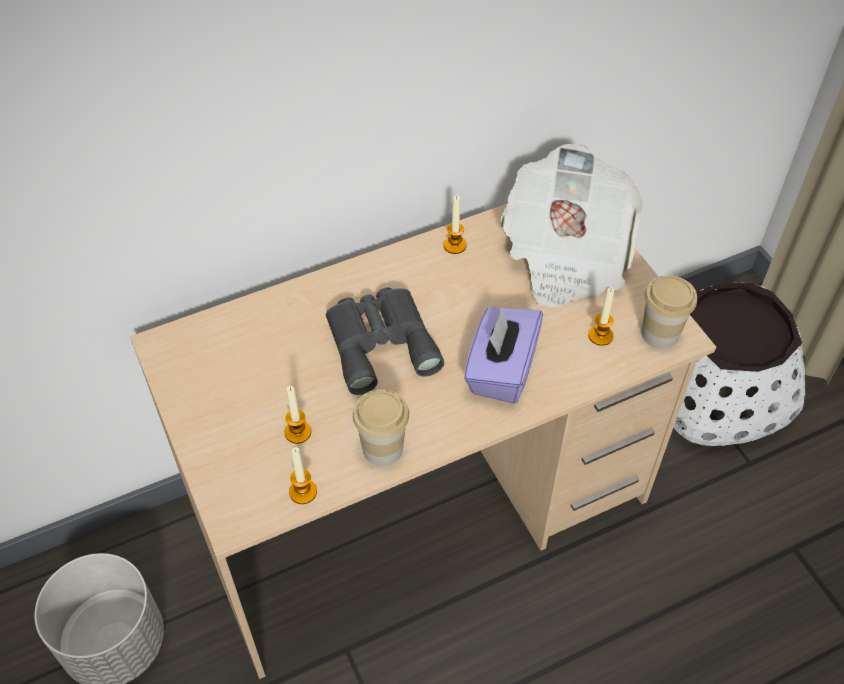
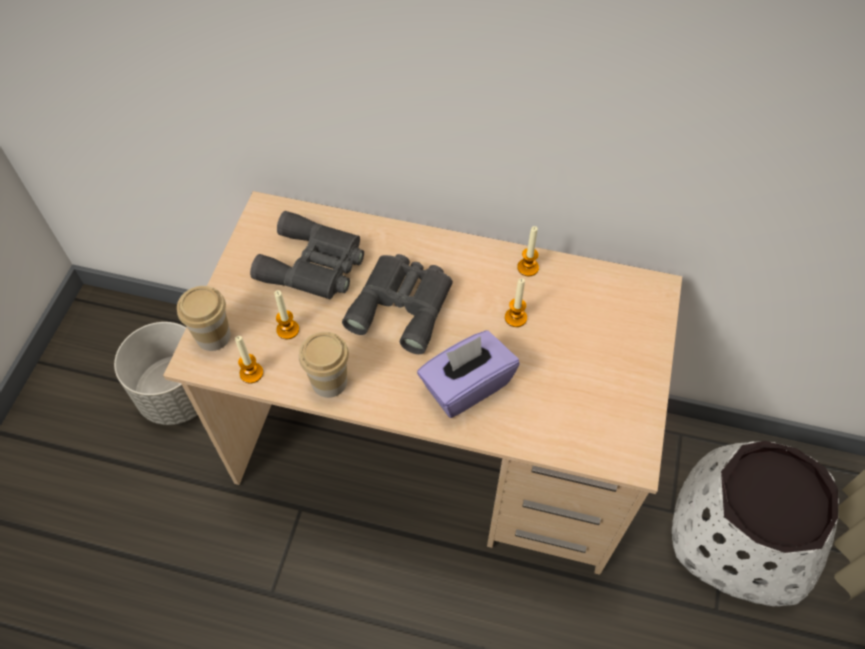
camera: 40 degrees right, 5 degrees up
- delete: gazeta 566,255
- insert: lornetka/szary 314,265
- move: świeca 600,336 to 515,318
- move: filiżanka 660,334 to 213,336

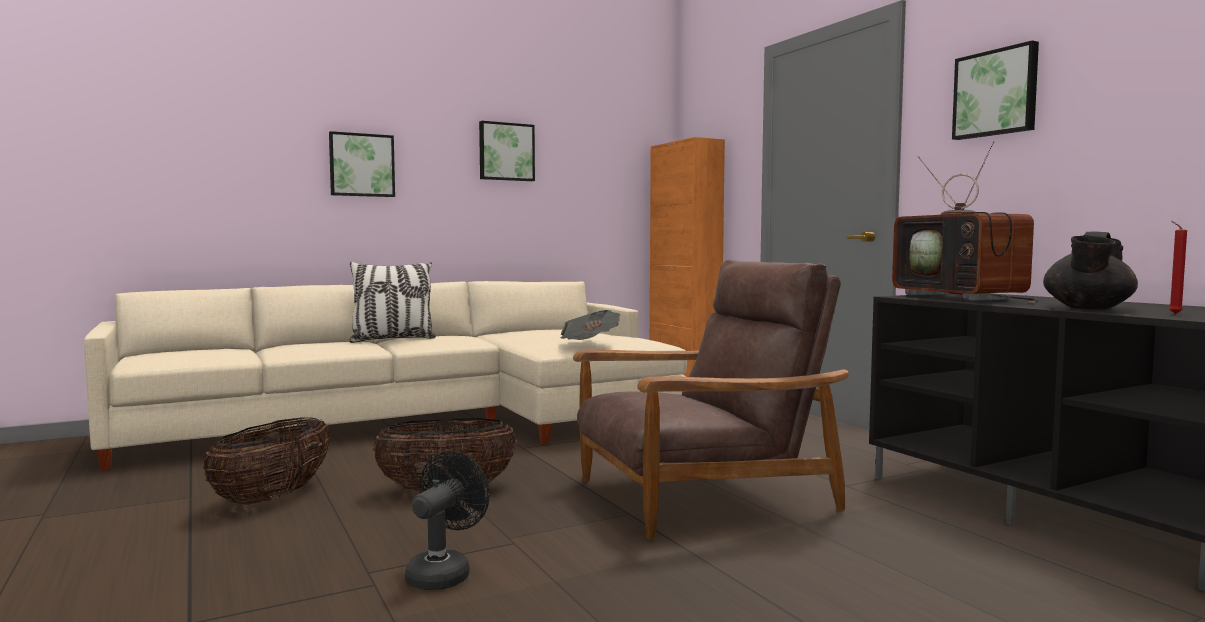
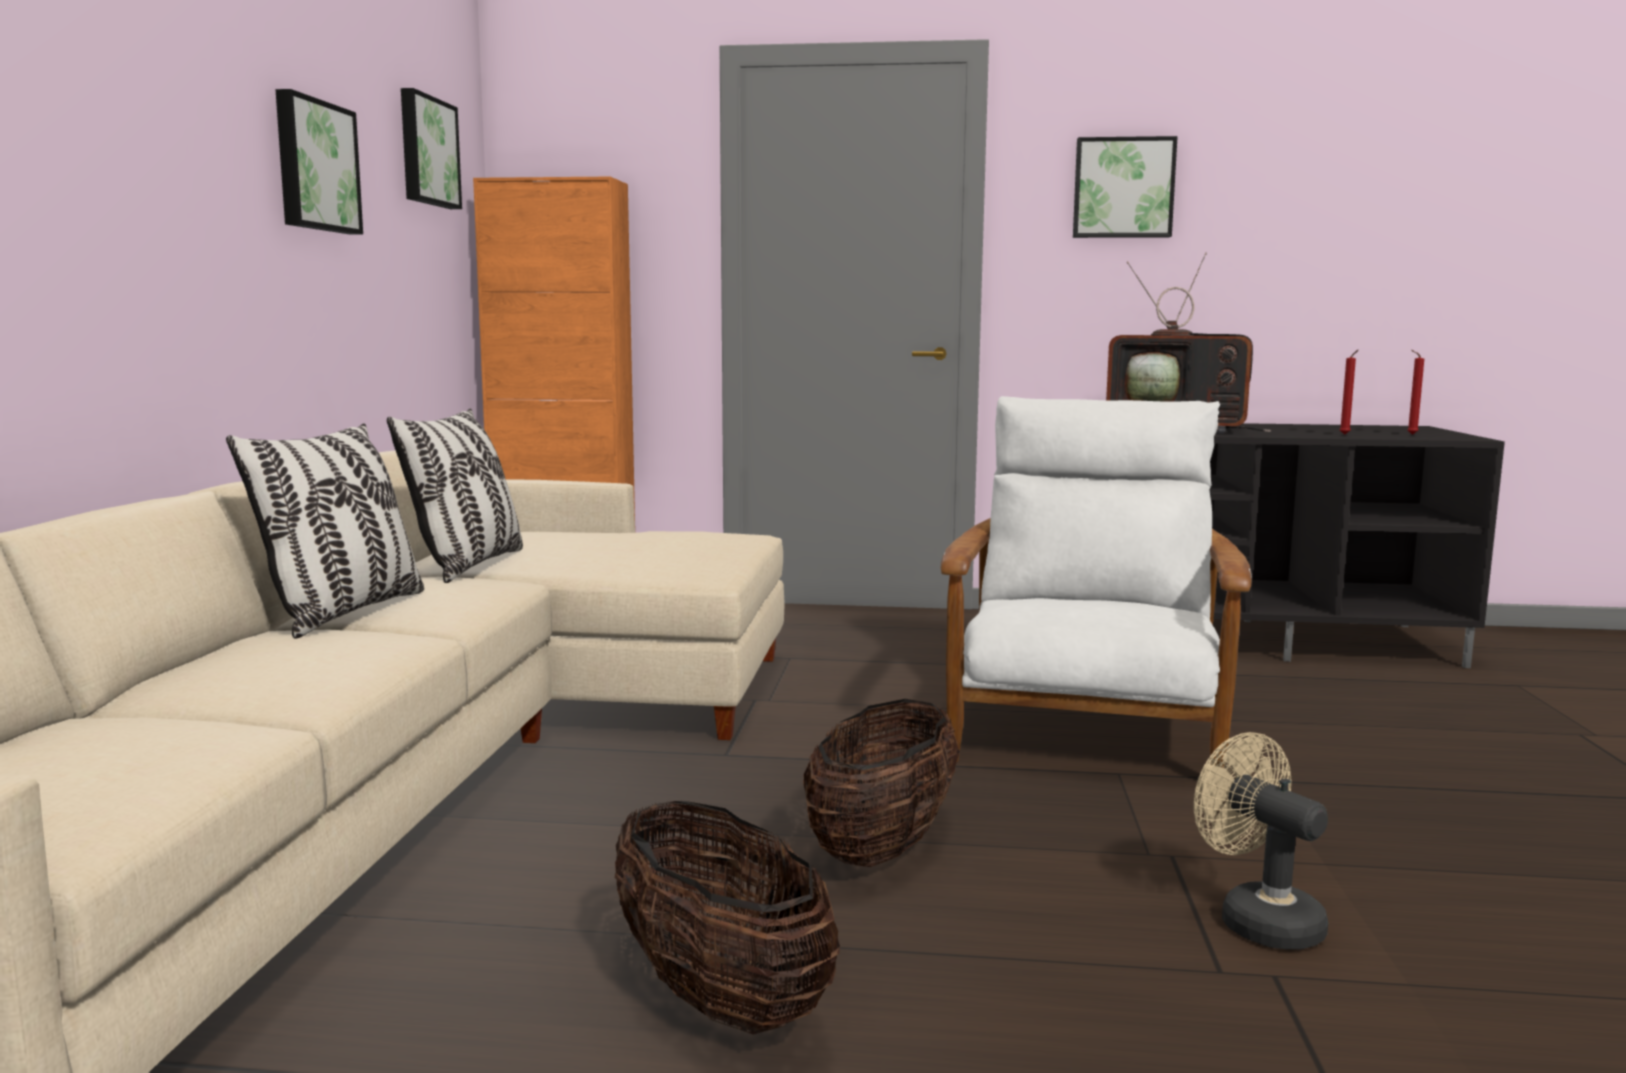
camera: 55 degrees left, 5 degrees up
- delete: gazeta 590,343
- insert: poduszka 467,566
- move: obraz 361,165 to 426,151
- replace: imbryk/czarny 1087,309 to świeca/czerwony 1345,434
- recolor: wentylator/czarny 444,572 to wentylator/beżowy 1257,919
- recolor: fotel/brązowy 701,495 to fotel/biały 1086,726

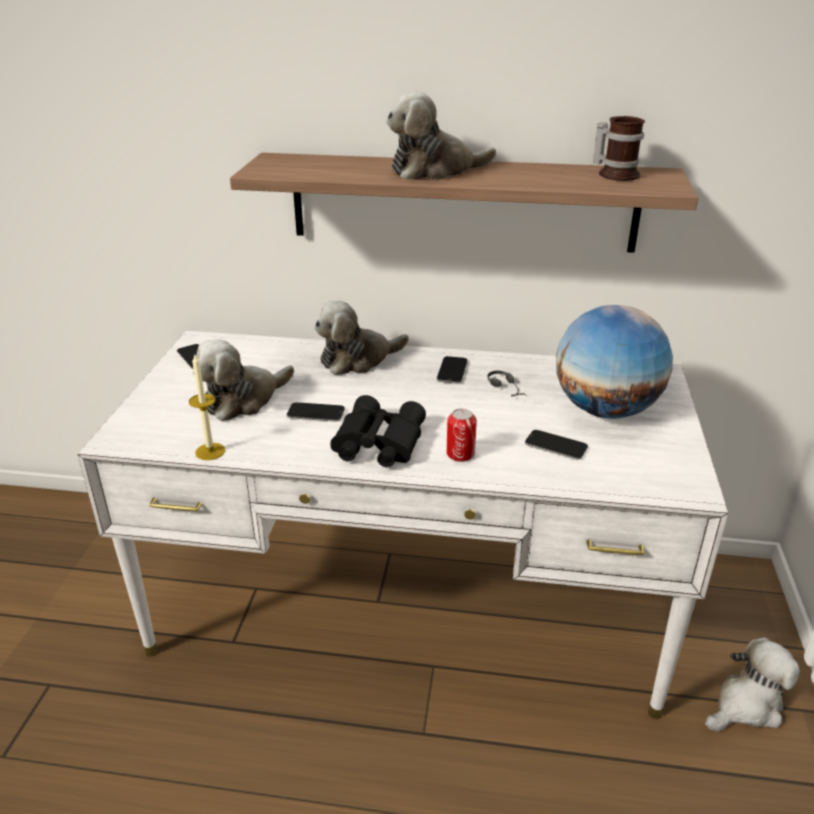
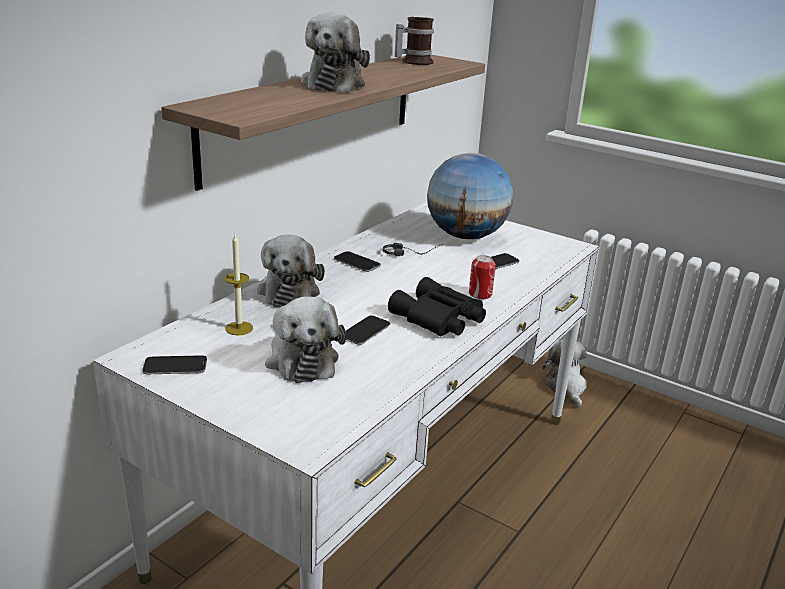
camera: 65 degrees left, 5 degrees down
- move: świeca 210,451 to 239,328

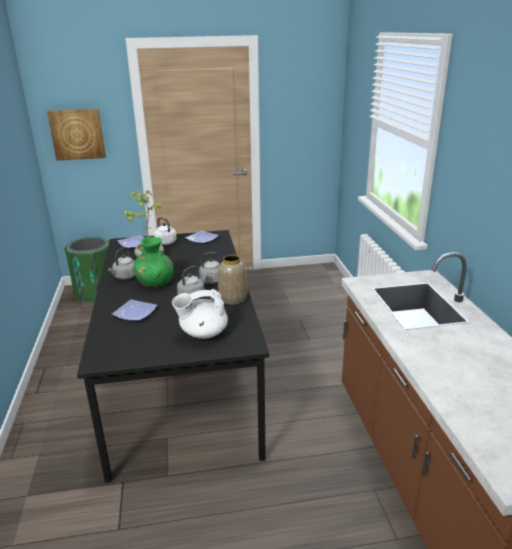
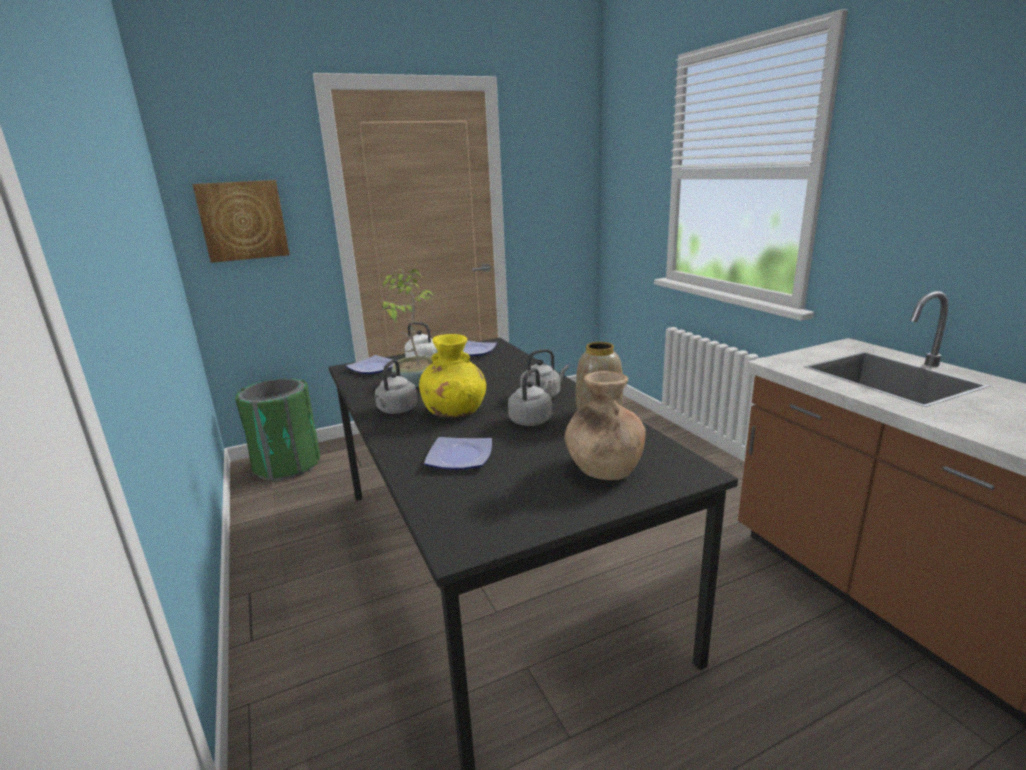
camera: 15 degrees left, 5 degrees down
- replace: imbryk/biały 203,333 to wazon/brązowy 603,468
- recolor: wazon/zielony 155,283 to wazon/żółty 455,411

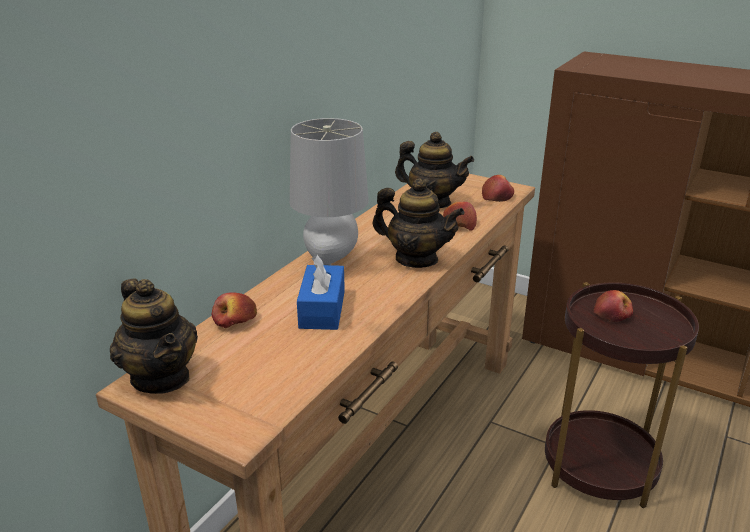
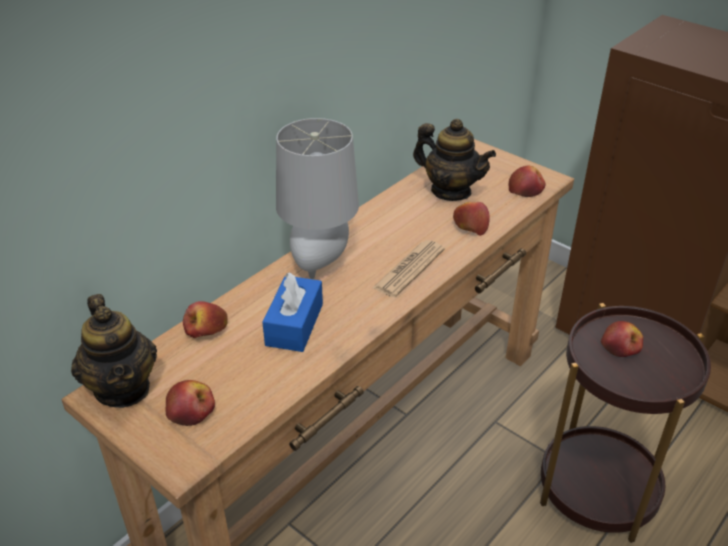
camera: 10 degrees right, 10 degrees up
- insert: jabłko 191,410
- replace: imbryk 416,259 to gazeta 409,269

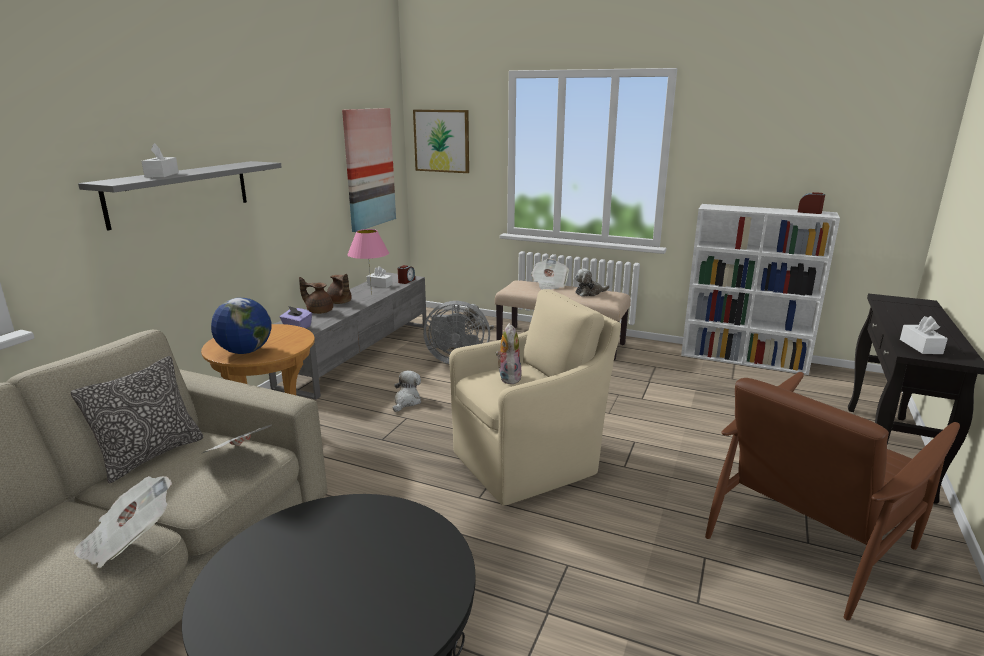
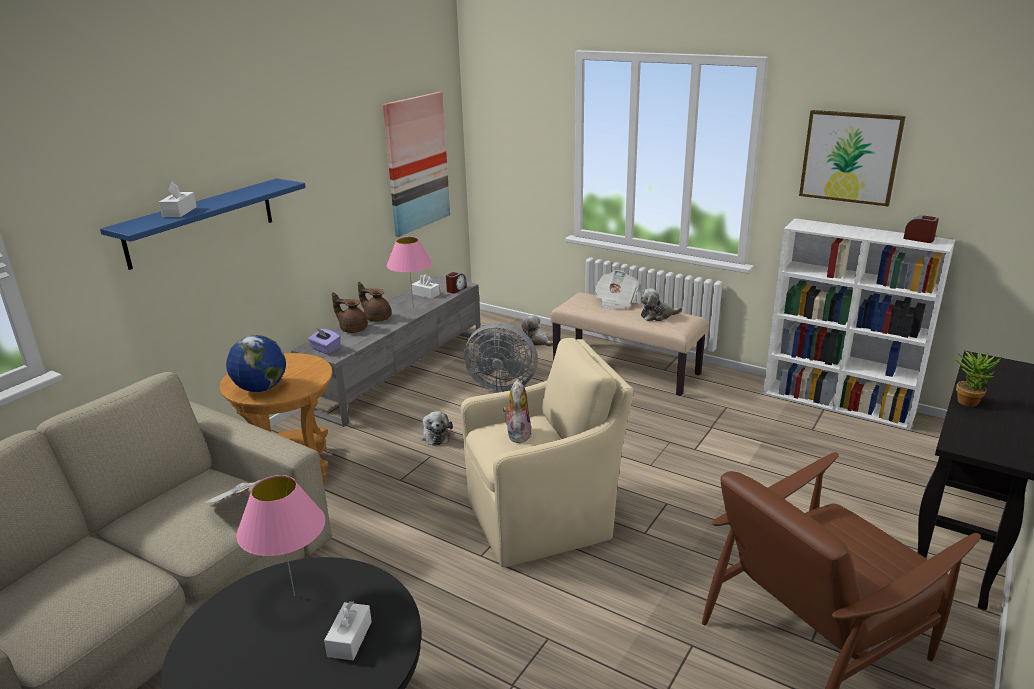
camera: 10 degrees right, 5 degrees up
- delete: poduszka 151,455
- delete: gazeta 128,540
- insert: lampa stołowa/różowy 294,596
- insert: roślina doniczkowa 969,400
- move: obraz 442,141 to 850,157
- move: pudełko chusteczek/biały 920,346 to 350,639
- recolor: półka/szary 180,192 to półka/niebieski 201,222
- rotate: imbryk/brązowy 340,302 = 377,318 150 degrees clockwise
- rotate: pluszak 406,402 = 435,436 135 degrees clockwise

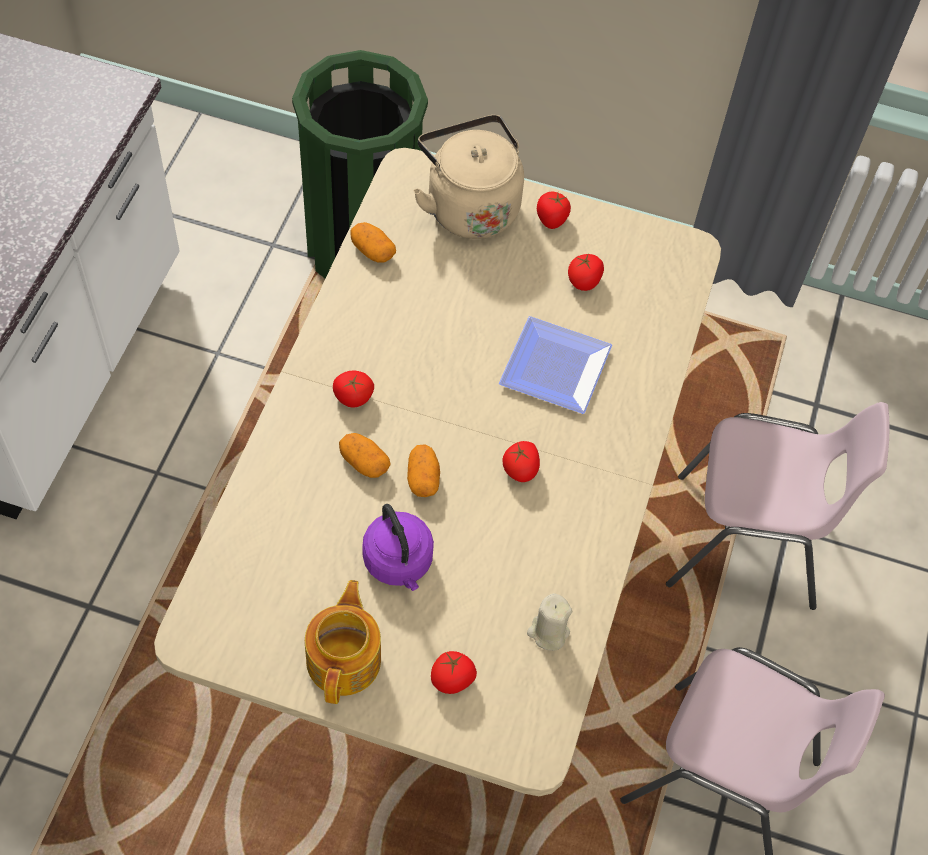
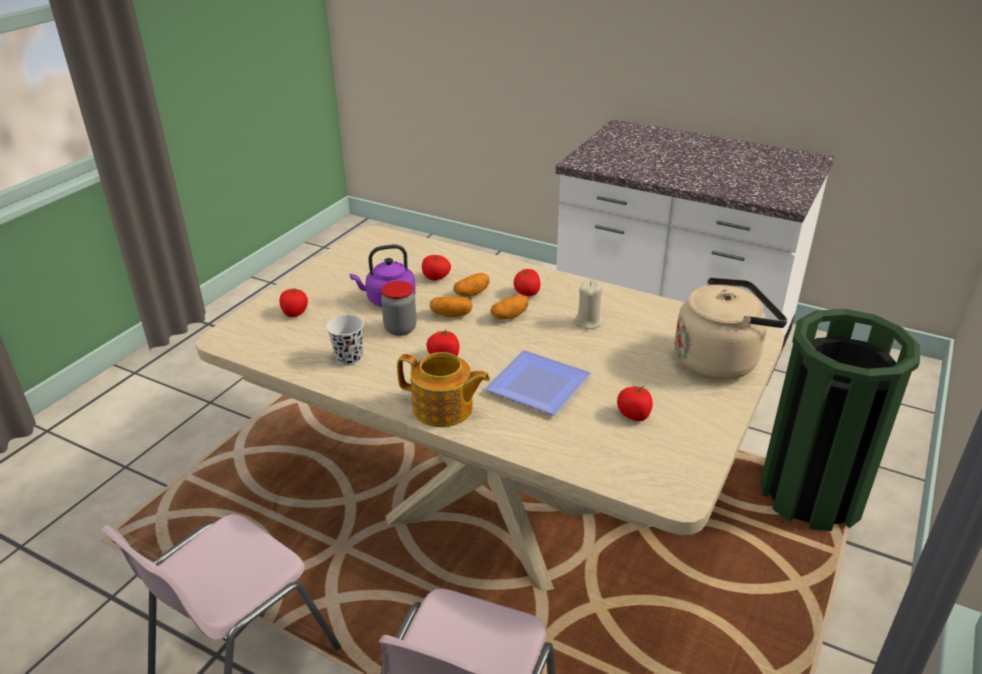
camera: 105 degrees right, 25 degrees down
- insert: filiżanka/biały 349,358
- insert: słoik 400,329
- move: imbryk 345,658 to 444,409
- move: ziemniak 372,251 to 509,316
- move: świeca/beżowy 548,632 to 588,322
- move: pomidor 551,219 to 436,277

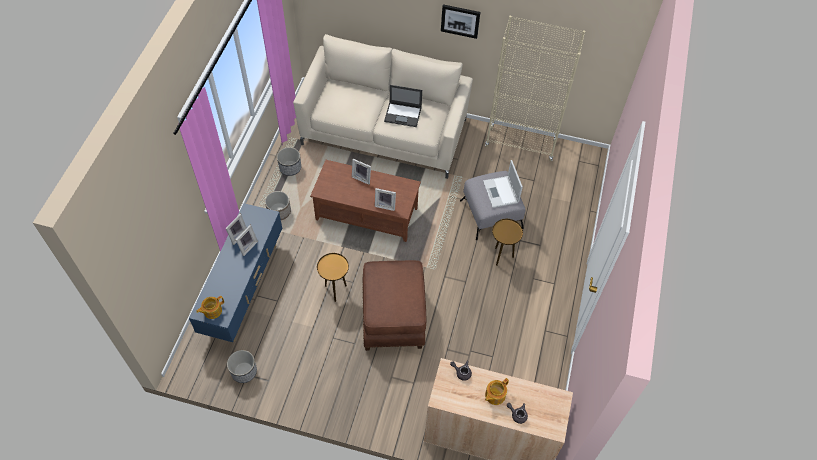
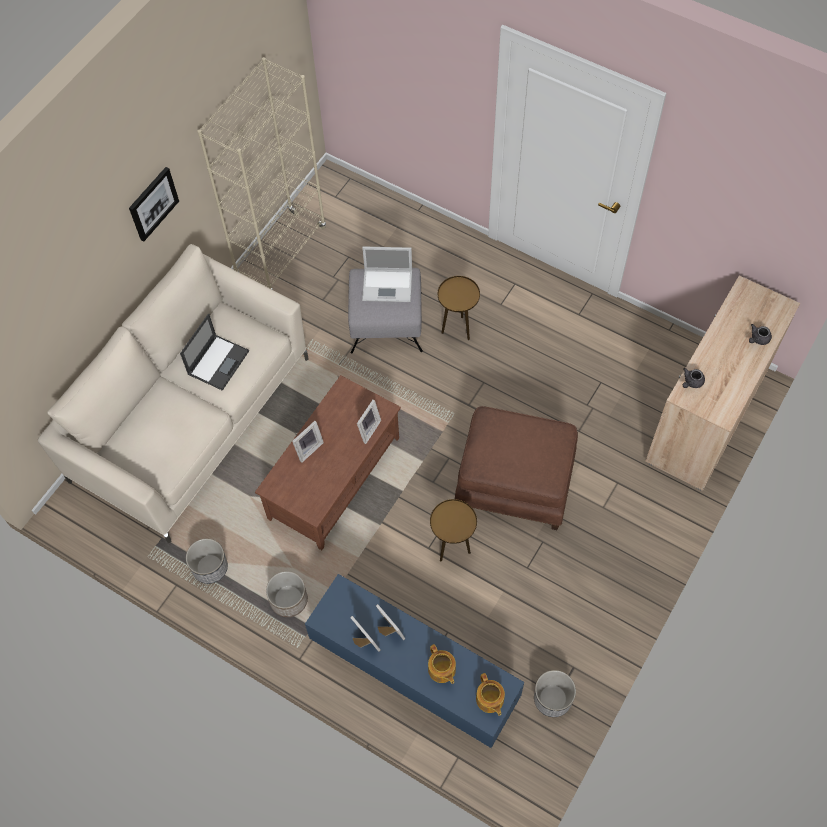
camera: 70 degrees left, 5 degrees up
- move: imbryk 494,395 to 441,670

